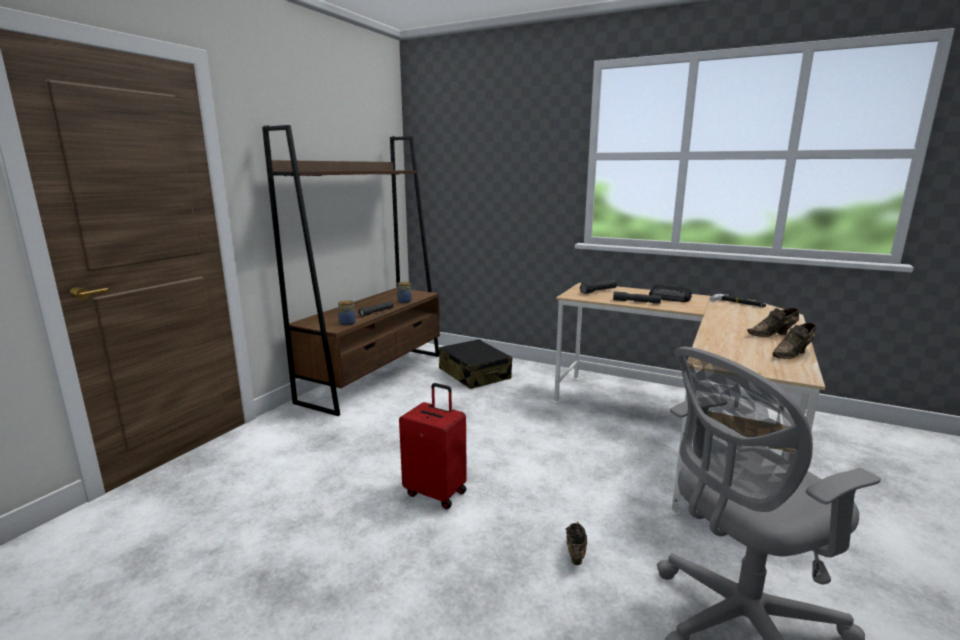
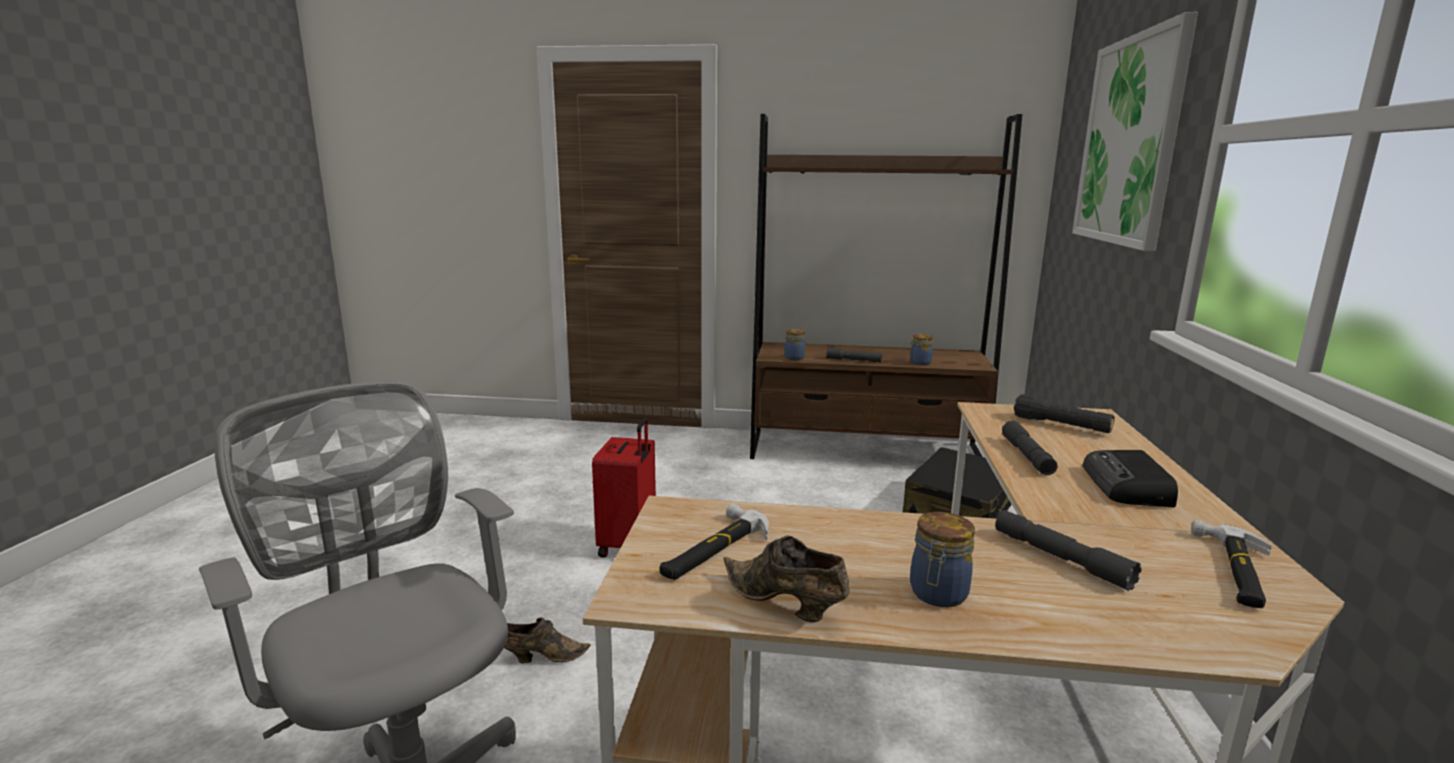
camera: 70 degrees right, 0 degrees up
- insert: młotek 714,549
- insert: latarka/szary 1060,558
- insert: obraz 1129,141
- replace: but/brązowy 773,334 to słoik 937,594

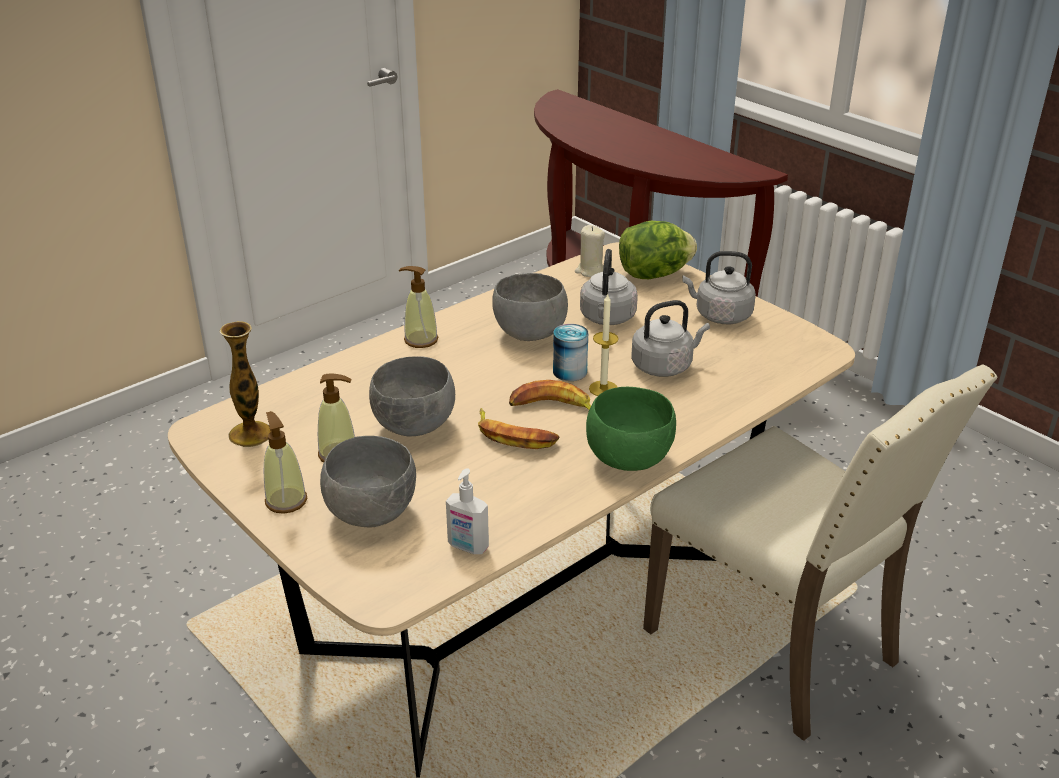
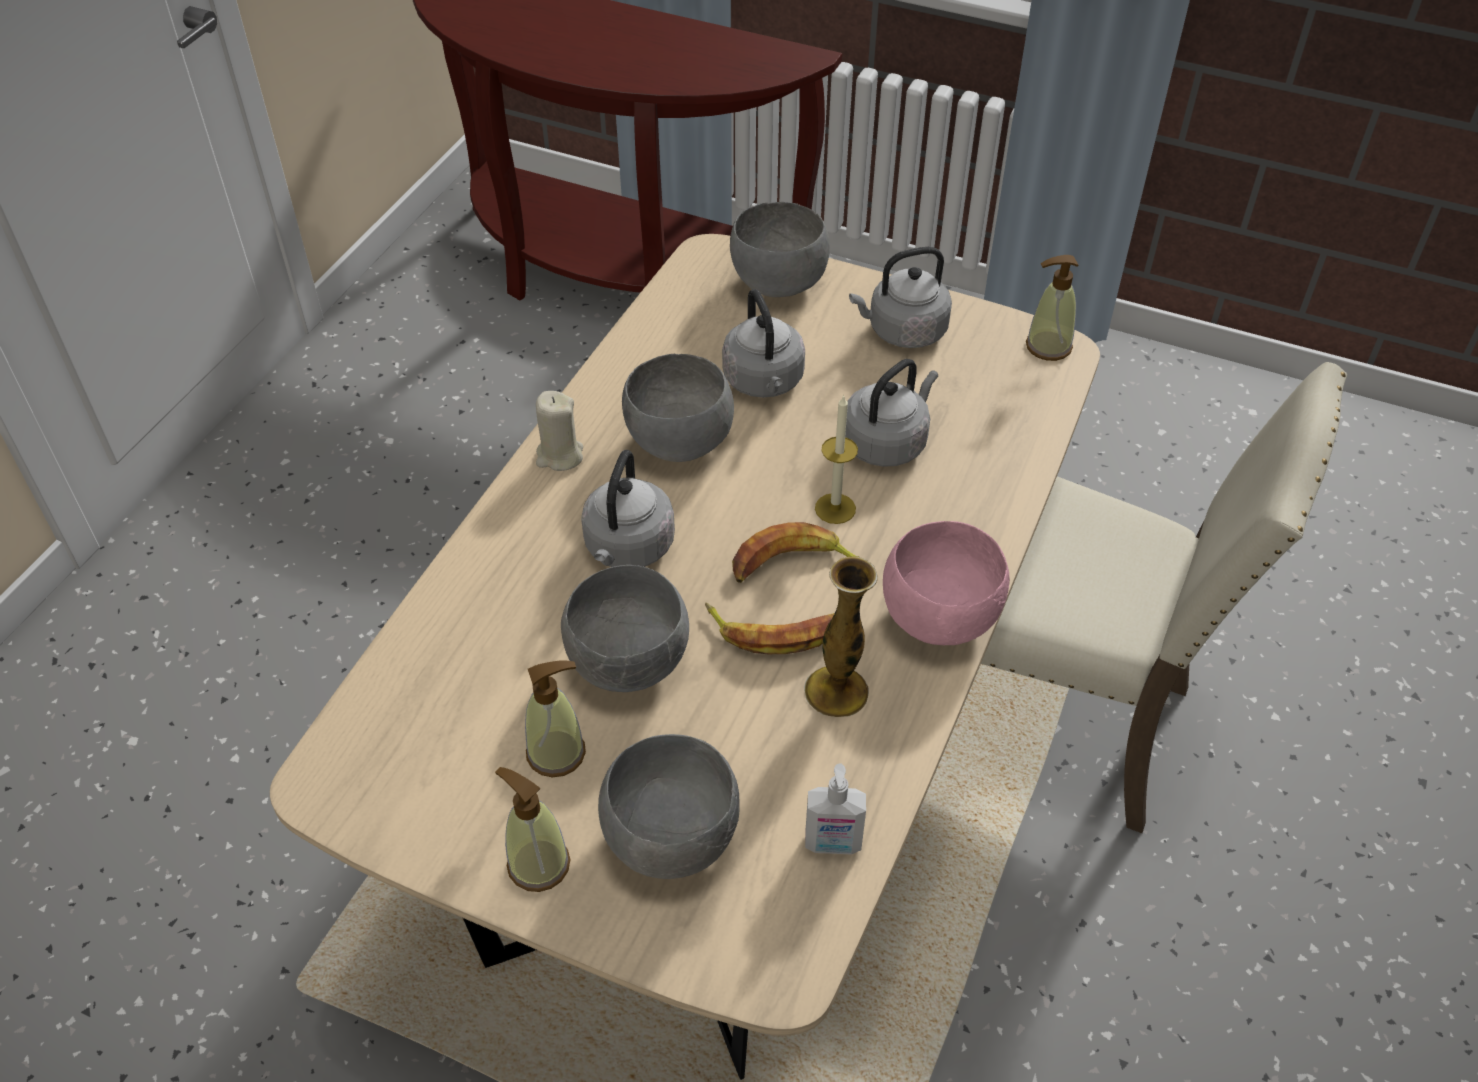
camera: 25 degrees left, 15 degrees up
- delete: puszka 570,371
- insert: czajnik/szary 628,549
- move: wazon 250,434 to 836,691
- move: dozownik mydła 420,340 to 1048,346
- move: świeca/beżowy 590,271 to 559,456
- replace: sałata 653,274 to miska/szary 776,283
- recolor: miska/zielony 630,458 to miska/różowy 940,616

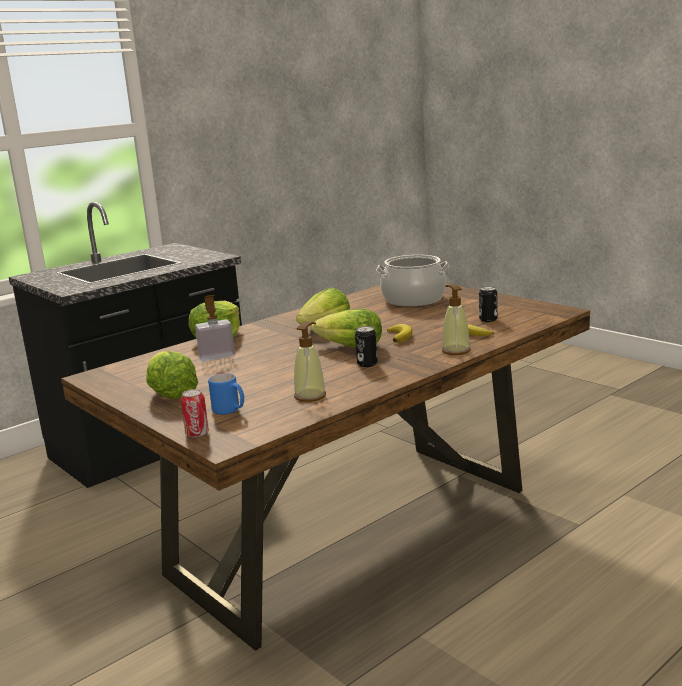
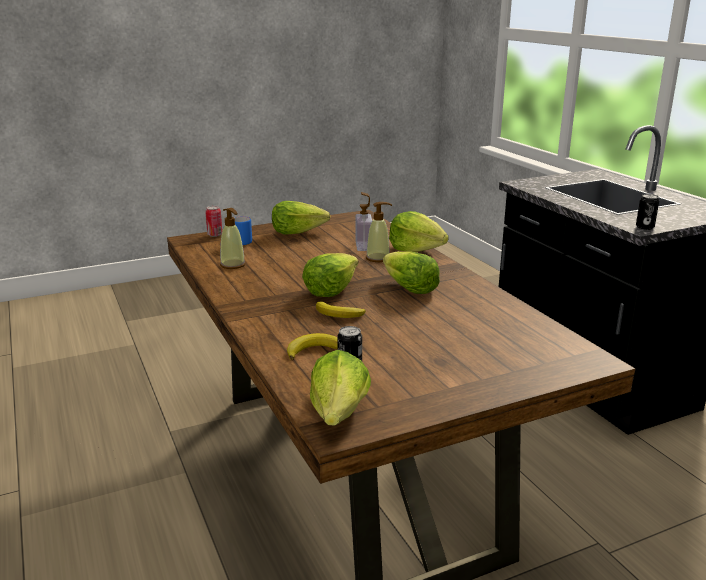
camera: 105 degrees right, 5 degrees up
- delete: garnek 413,300
- insert: sałata 339,412
- move: puszka 367,364 to 644,227
- move: dozownik mydła 456,350 to 378,258

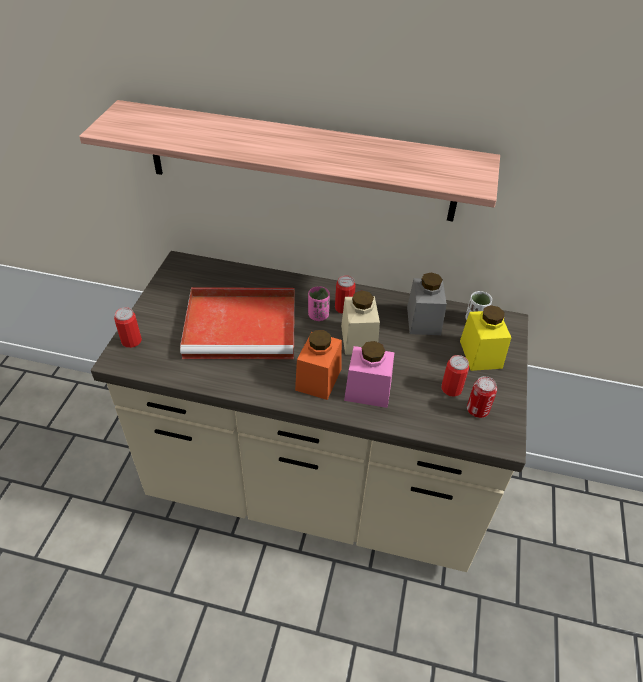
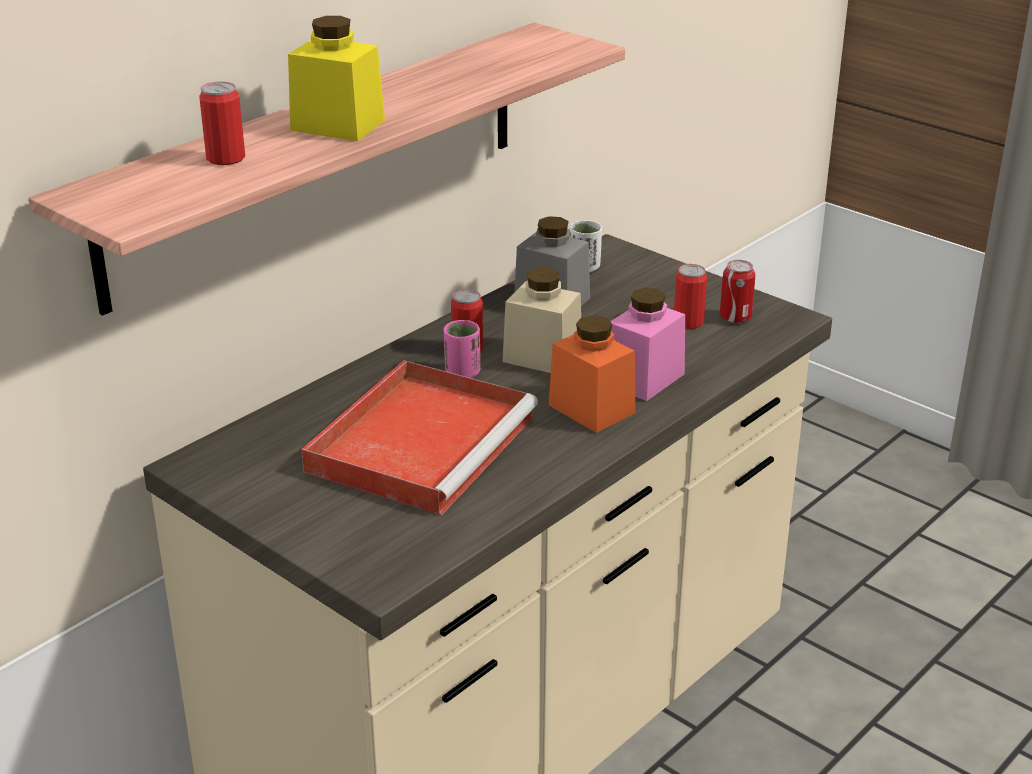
camera: 60 degrees left, 15 degrees down
- move: puszka 131,341 to 225,158
- move: słoik/żółty 480,354 to 338,125

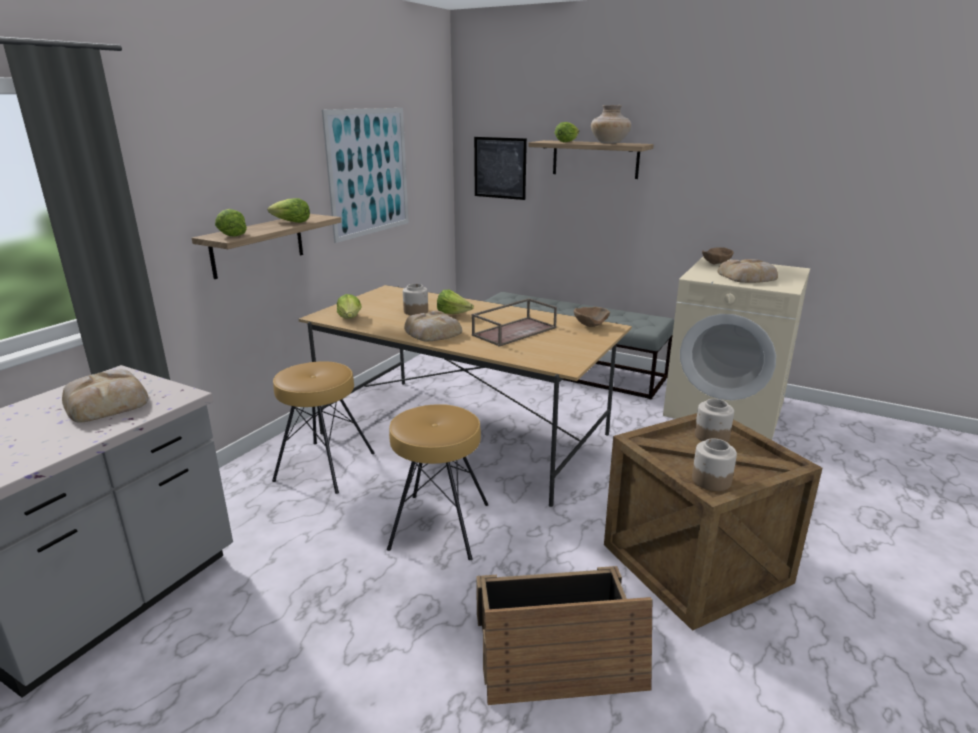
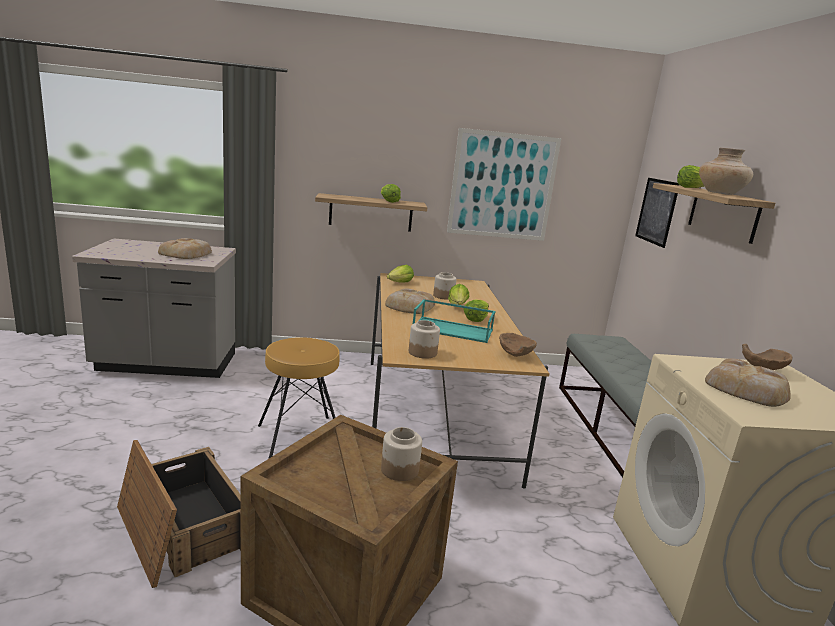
camera: 55 degrees right, 5 degrees down
- delete: stołek/brązowy 324,466
- move: sałata 231,234 to 476,319
- move: słoik 711,480 to 423,352
- recolor: taca/brązowy 514,331 to taca/turkusowy 453,329

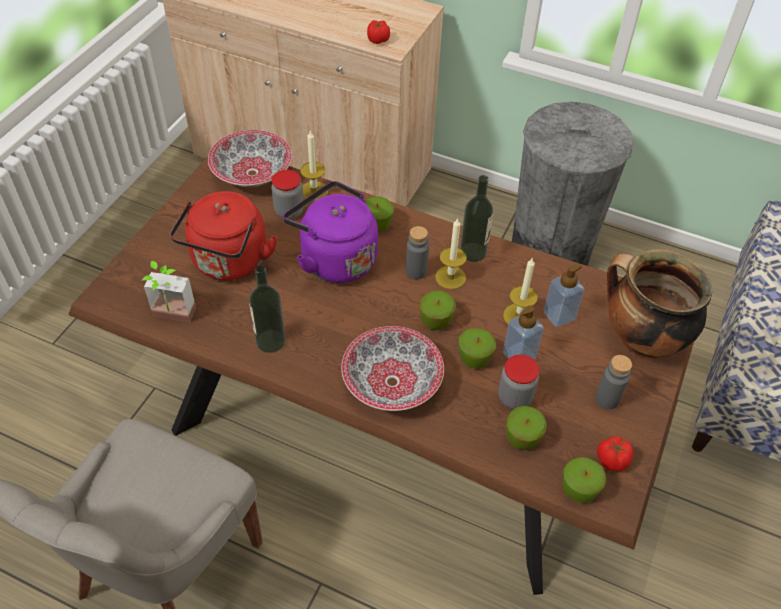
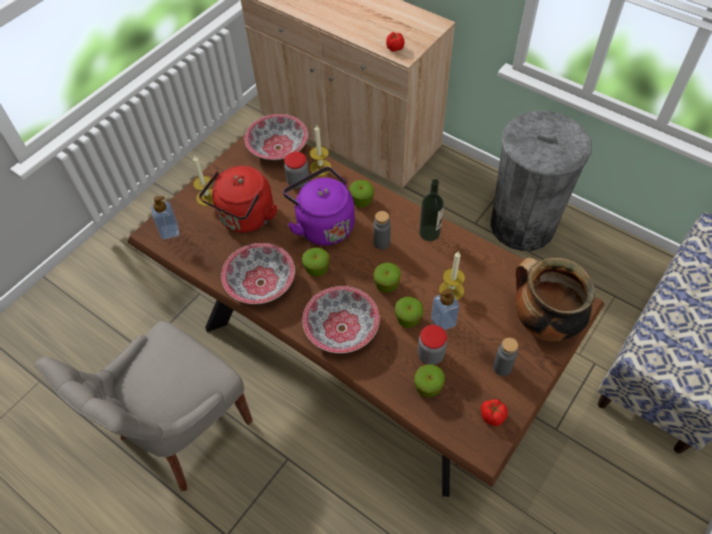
camera: 15 degrees right, 5 degrees up
- delete: roślina doniczkowa 171,318
- move: świeca 450,277 to 207,197
- move: dozownik mydła 559,316 to 170,231
- move: jabłko 579,489 to 317,269
- replace: butelka 270,341 to miska 261,283

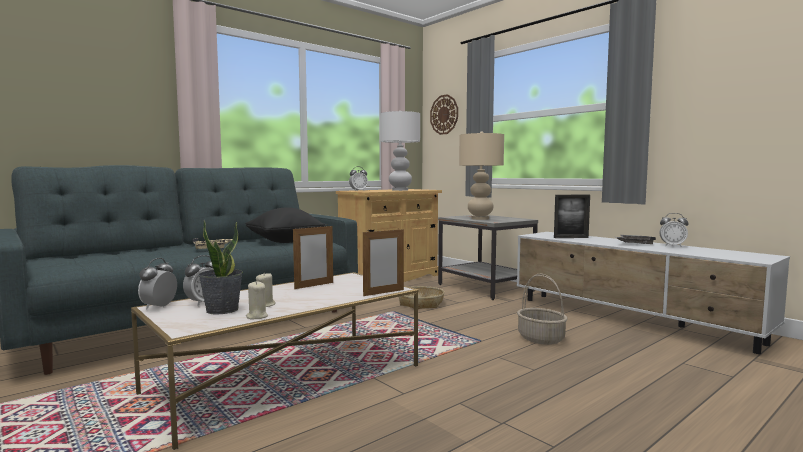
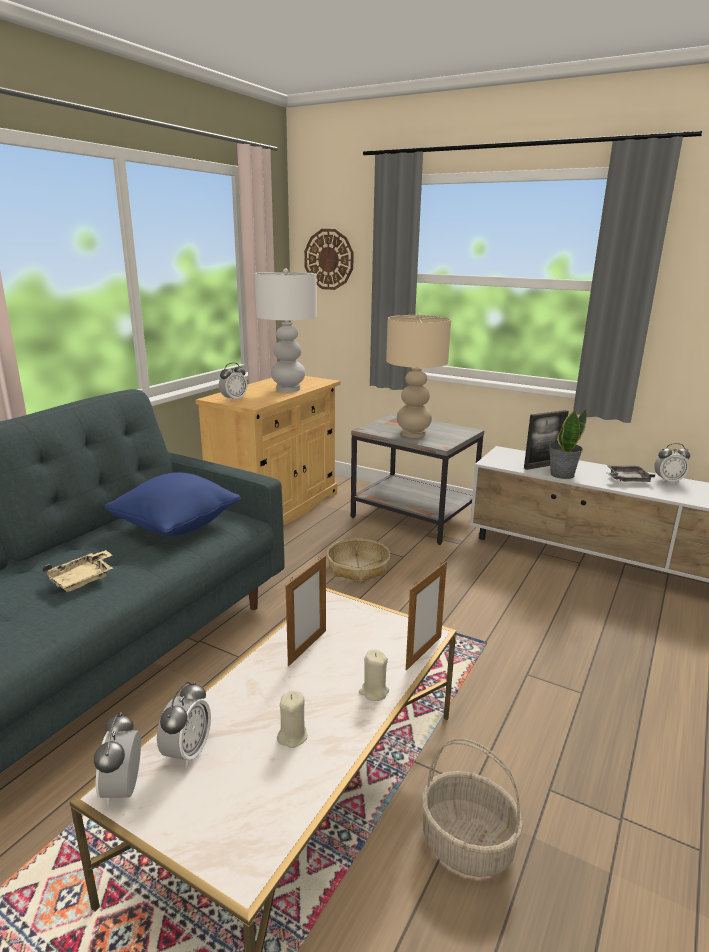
camera: 20 degrees left, 15 degrees up
- move: roślina doniczkowa 222,310 to 561,474
- move: świeca/beżowy 257,316 to 373,692
- move: koszyk 541,339 to 468,844
- recolor: poduszka/czarny 285,242 to poduszka/niebieski 176,527

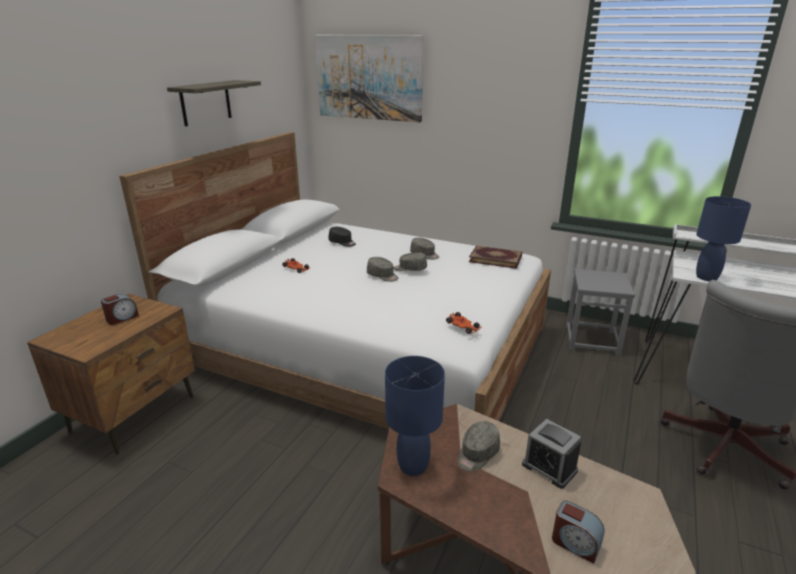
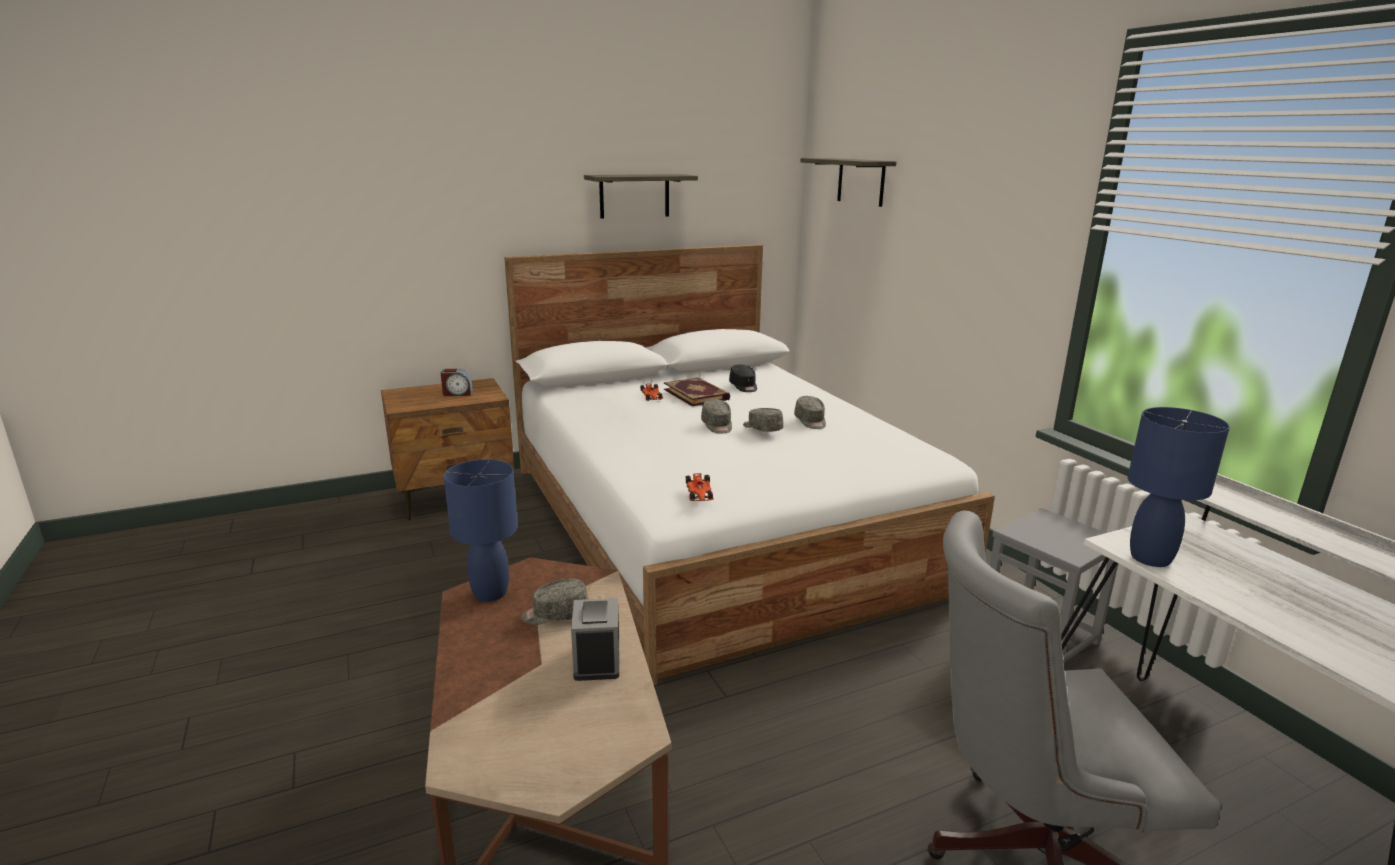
camera: 40 degrees right, 5 degrees down
- delete: budzik 575,543
- move: książka 495,258 to 697,394
- replace: obraz 369,77 to półka 861,181

